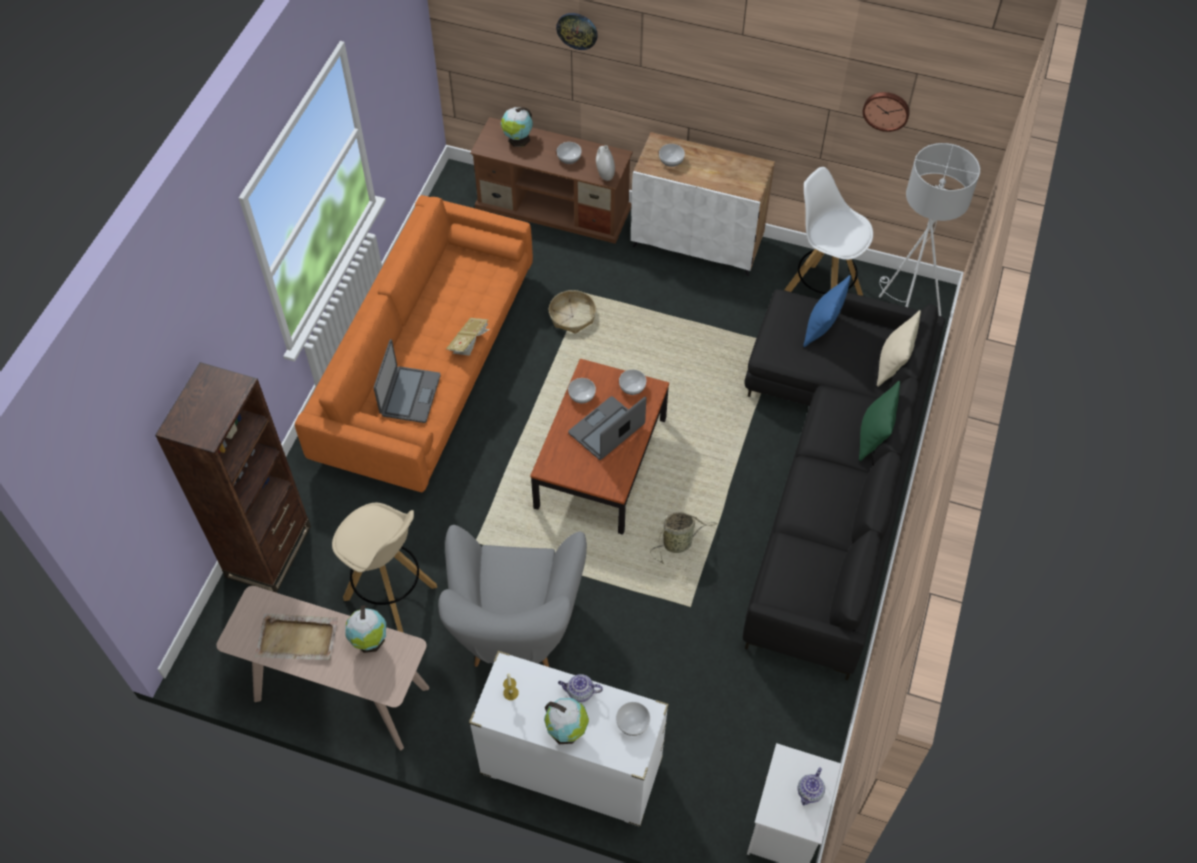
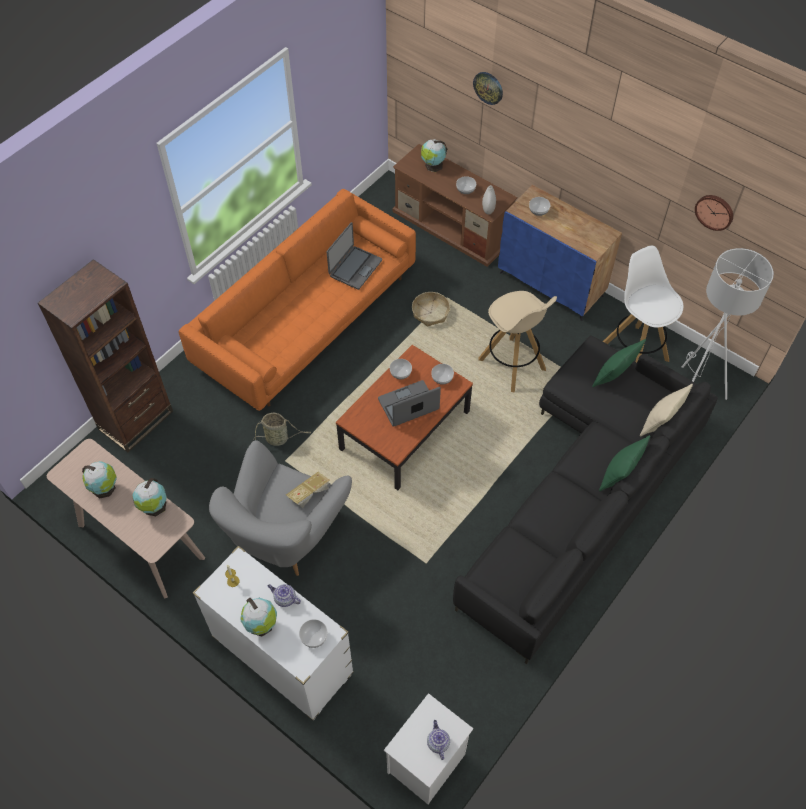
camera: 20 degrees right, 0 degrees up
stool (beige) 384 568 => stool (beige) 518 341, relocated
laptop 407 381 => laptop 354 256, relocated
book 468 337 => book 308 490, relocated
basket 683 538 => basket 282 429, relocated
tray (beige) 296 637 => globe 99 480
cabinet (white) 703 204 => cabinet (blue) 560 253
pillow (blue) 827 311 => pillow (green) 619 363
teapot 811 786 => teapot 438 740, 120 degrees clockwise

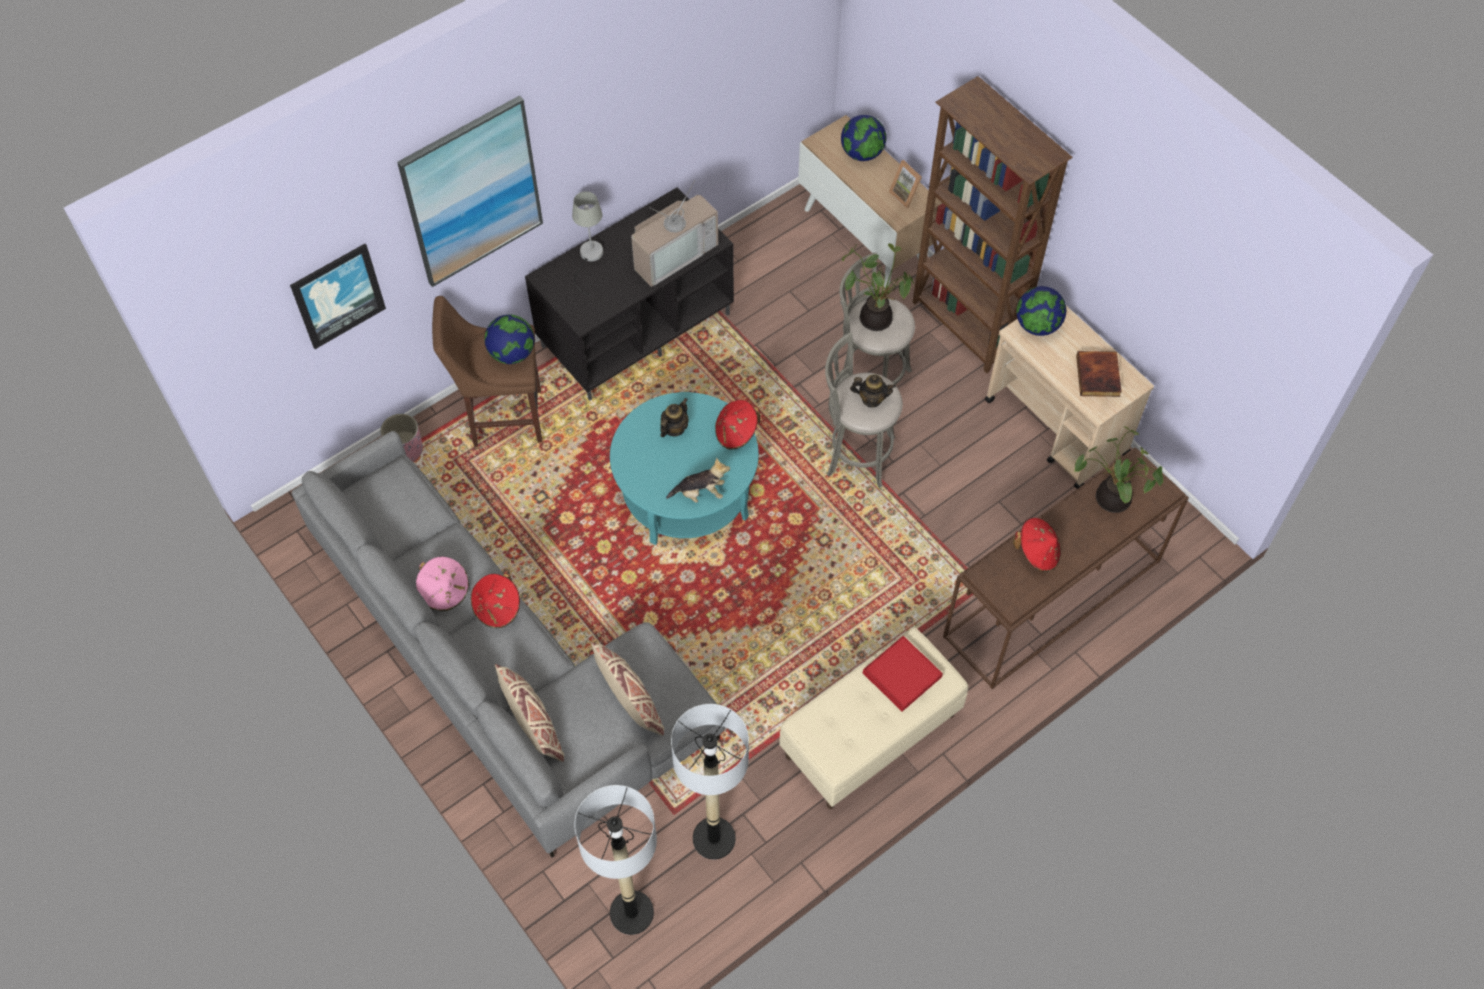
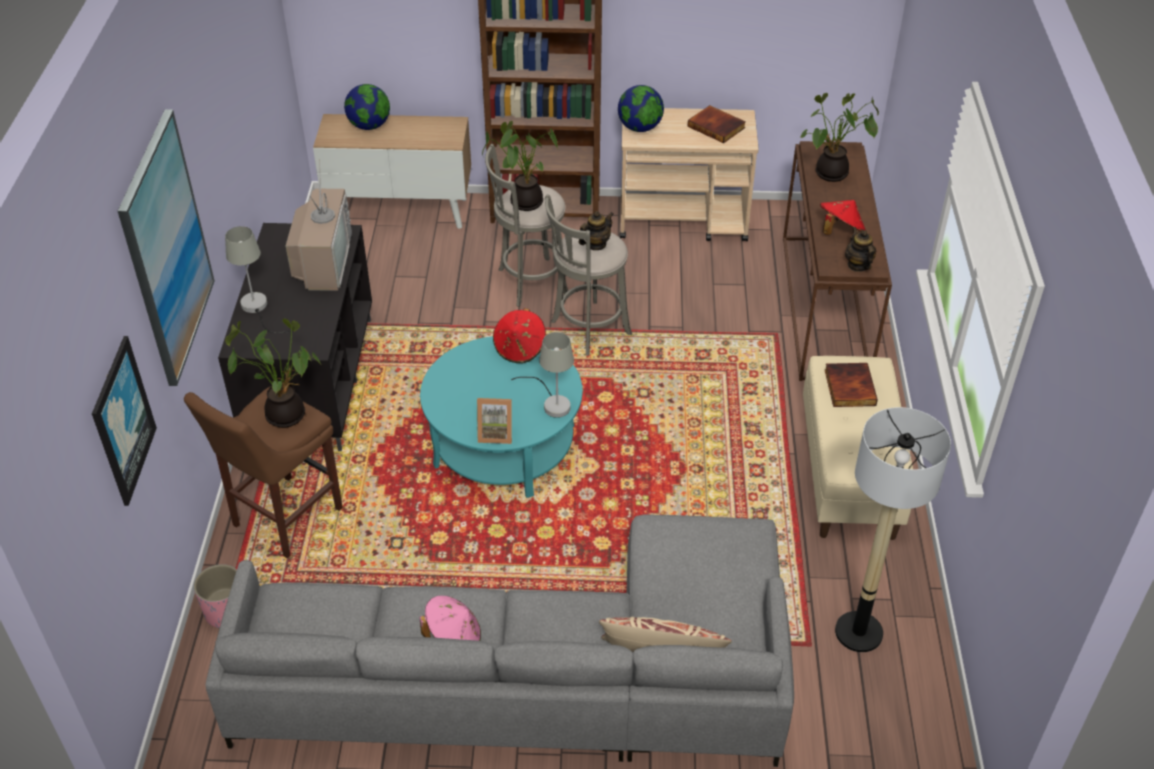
camera: 50 degrees left, 15 degrees down
hat (red) 495 600 => nothing
floor lamp 615 860 => nothing
pillow (beige) 627 689 => nothing
teapot 674 417 => teapot 860 249, relocated
picture frame 905 184 => picture frame 494 421, relocated
globe 509 339 => potted plant 273 373
plush toy 698 480 => table lamp (grey) 542 375
tray (red) 903 674 => book 851 385

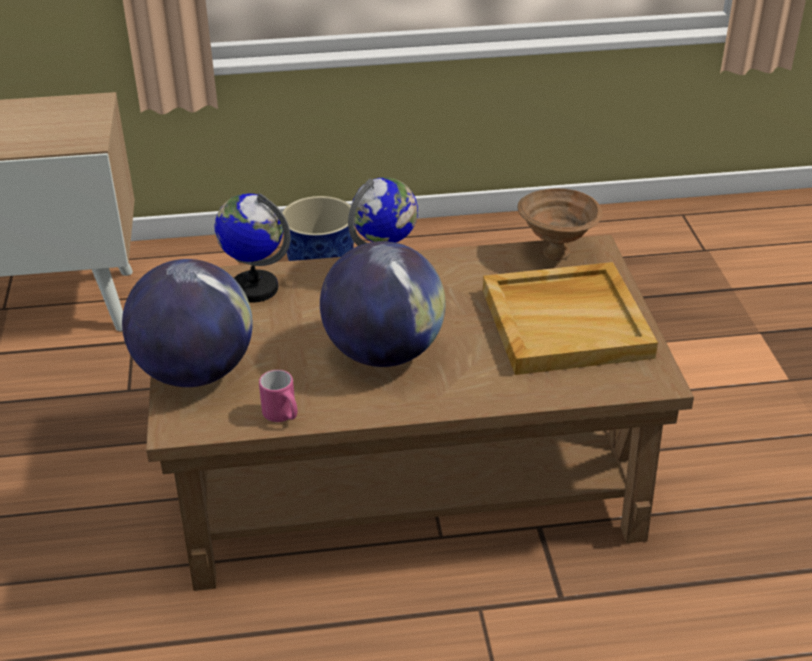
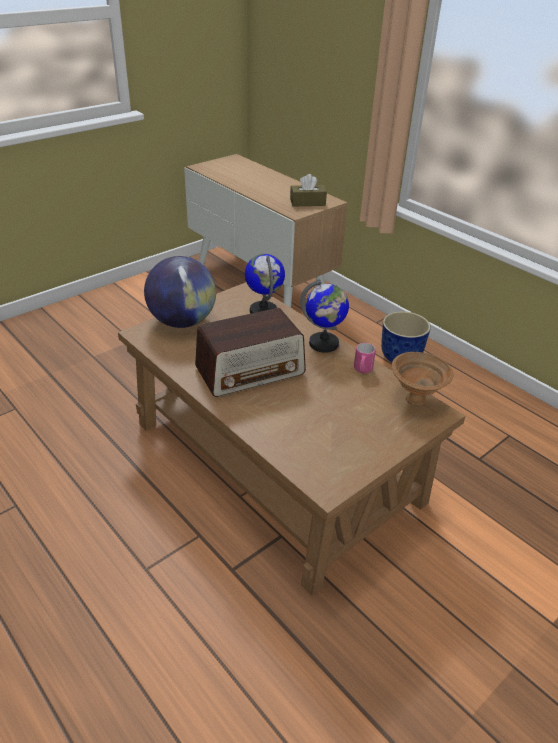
camera: 55 degrees right, 0 degrees up
tray (beige) 570 318 => nothing
nothing => tissue box (brown) 308 190
mug (pink) 278 396 => mug (pink) 365 358, relocated
globe 383 304 => radio 250 352

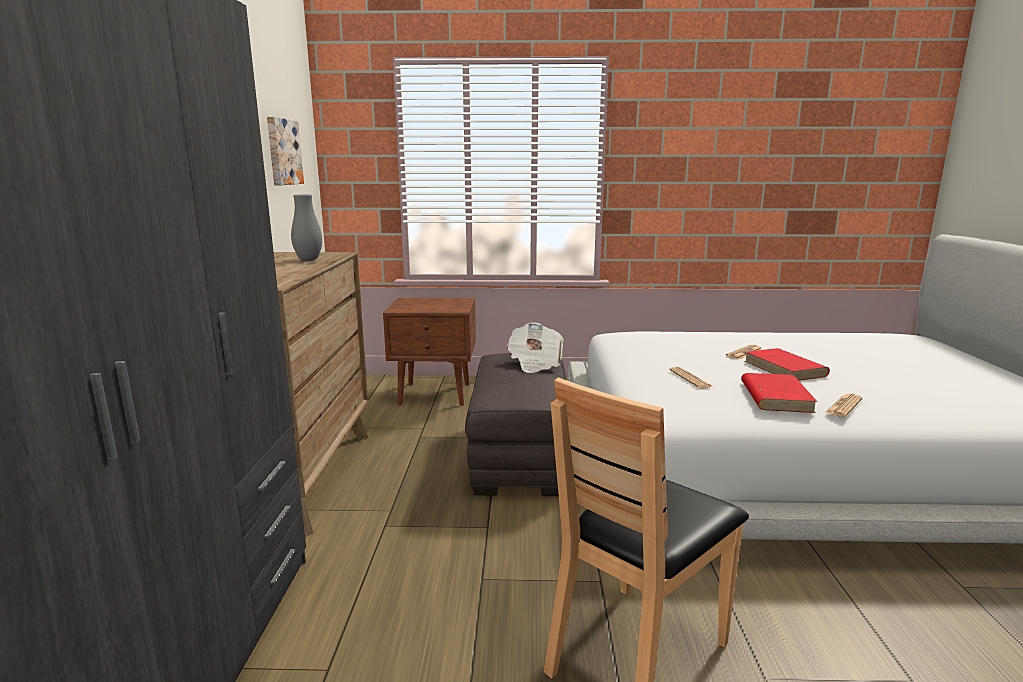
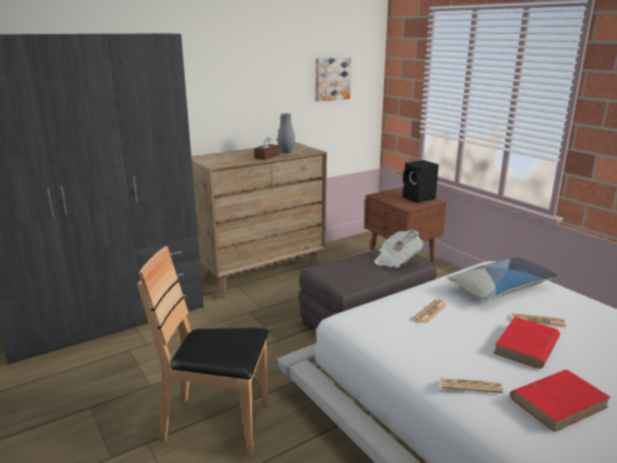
camera: 55 degrees right, 5 degrees up
nothing => tissue box (brown) 266 148
nothing => speaker (black) 421 181
nothing => pillow 503 278
book (red) 779 393 => book (red) 560 401, relocated

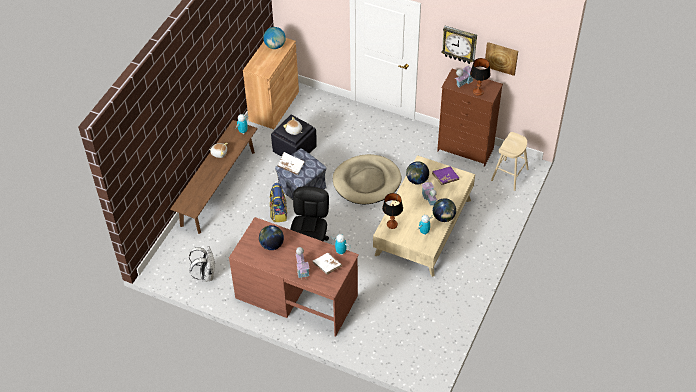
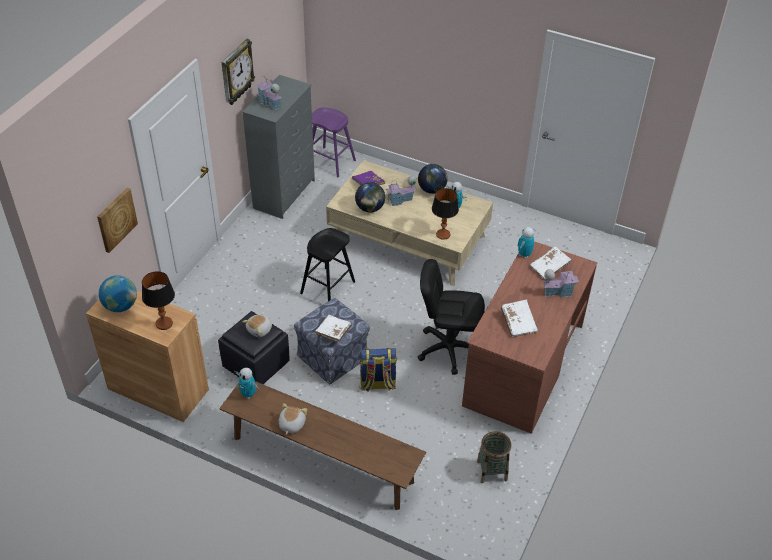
camera: 90 degrees left, 5 degrees down
table lamp 480 77 => table lamp 158 300, relocated
picture 501 59 => picture 117 220, relocated
backpack (white) 202 264 => basket 494 457
globe 271 237 => book (white) 519 318
dog bed (beige) 367 179 => stool (black) 327 264
dresser (brown) 470 118 => dresser (grey) 278 147
stool (beige) 510 161 => stool (purple) 334 142

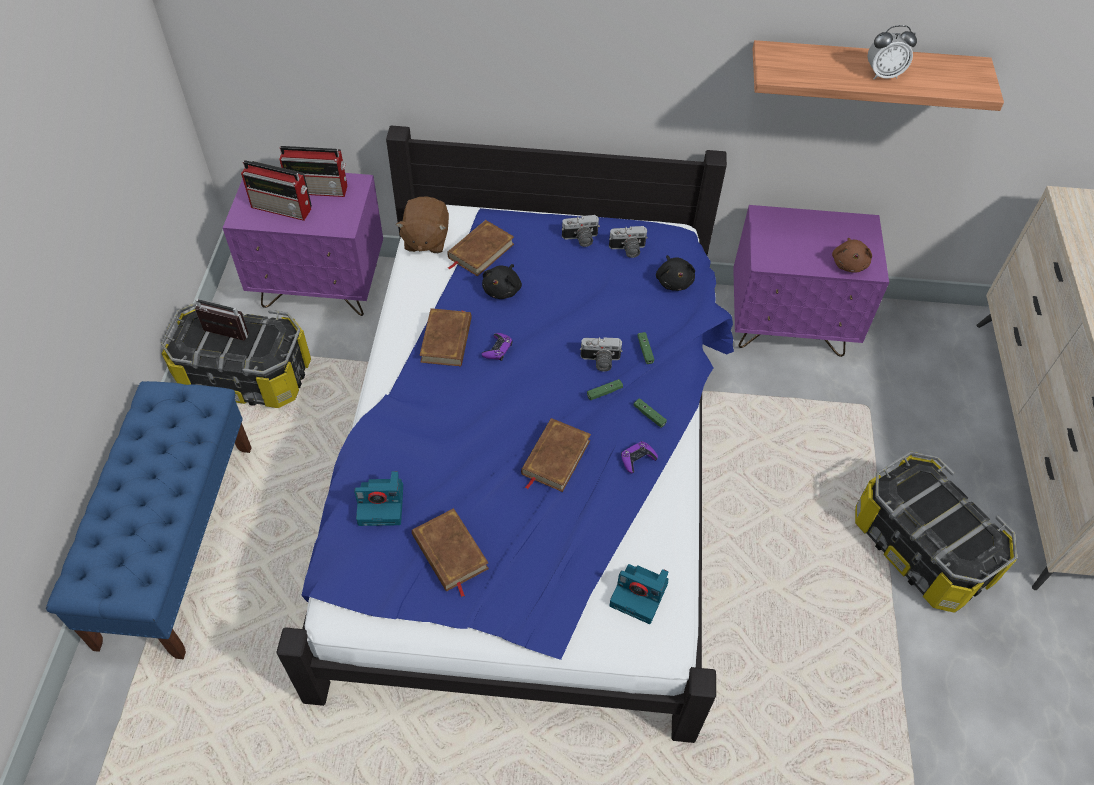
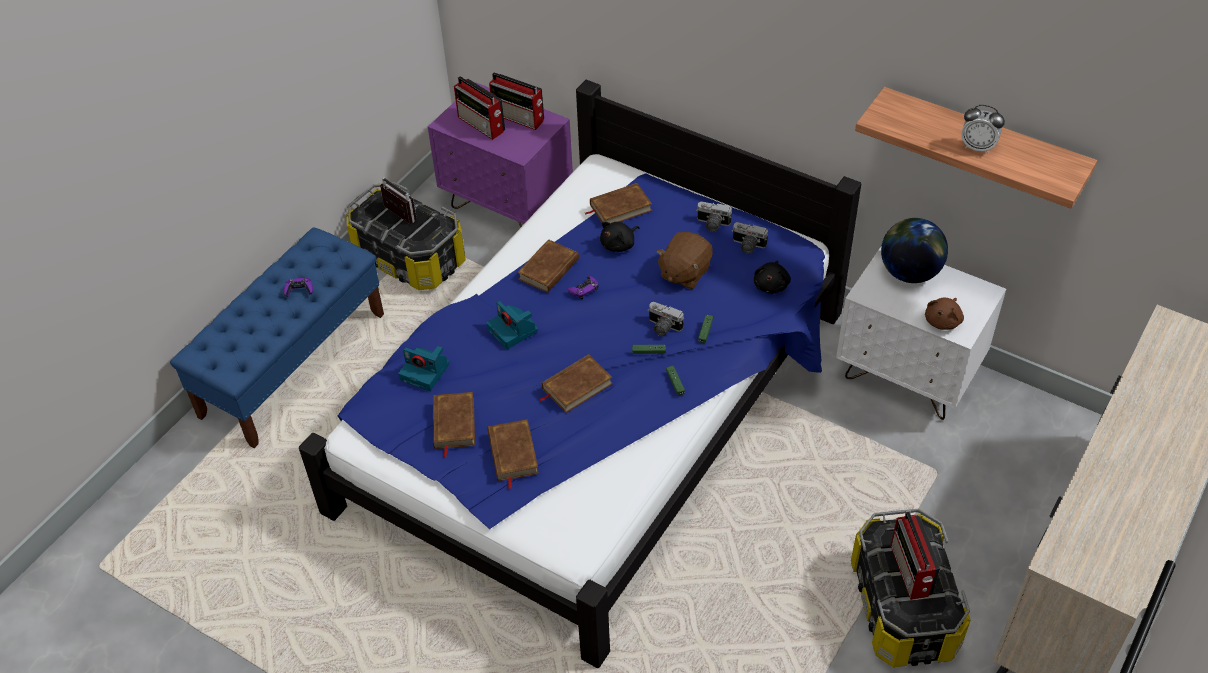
camera: 30 degrees right, 5 degrees down
nothing => book (brown) 513 454
nothing => globe 914 250
nothing => radio 915 555
plush toy (brown) 422 224 => plush toy (brown) 684 260, relocated
photo camera 639 594 => photo camera 512 325, relocated
game controller (purple) 639 457 => game controller (purple) 298 287, relocated
nightstand (purple) 811 281 => nightstand (white) 921 333

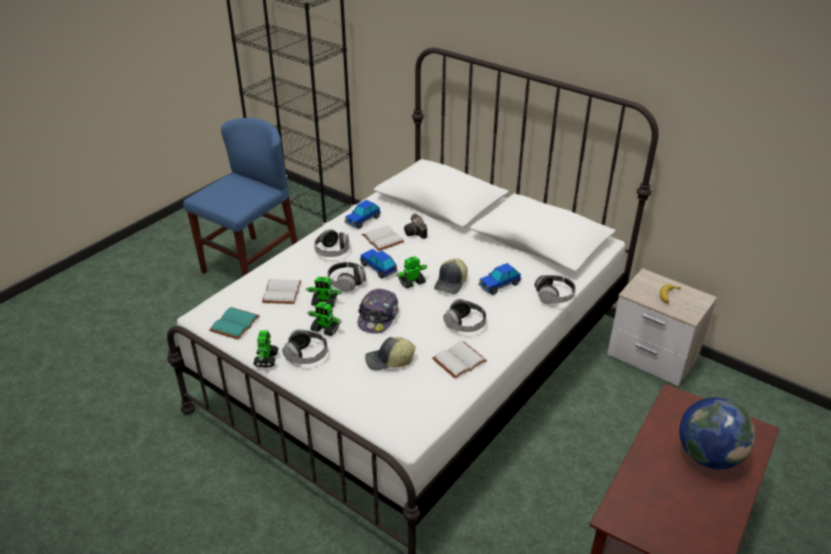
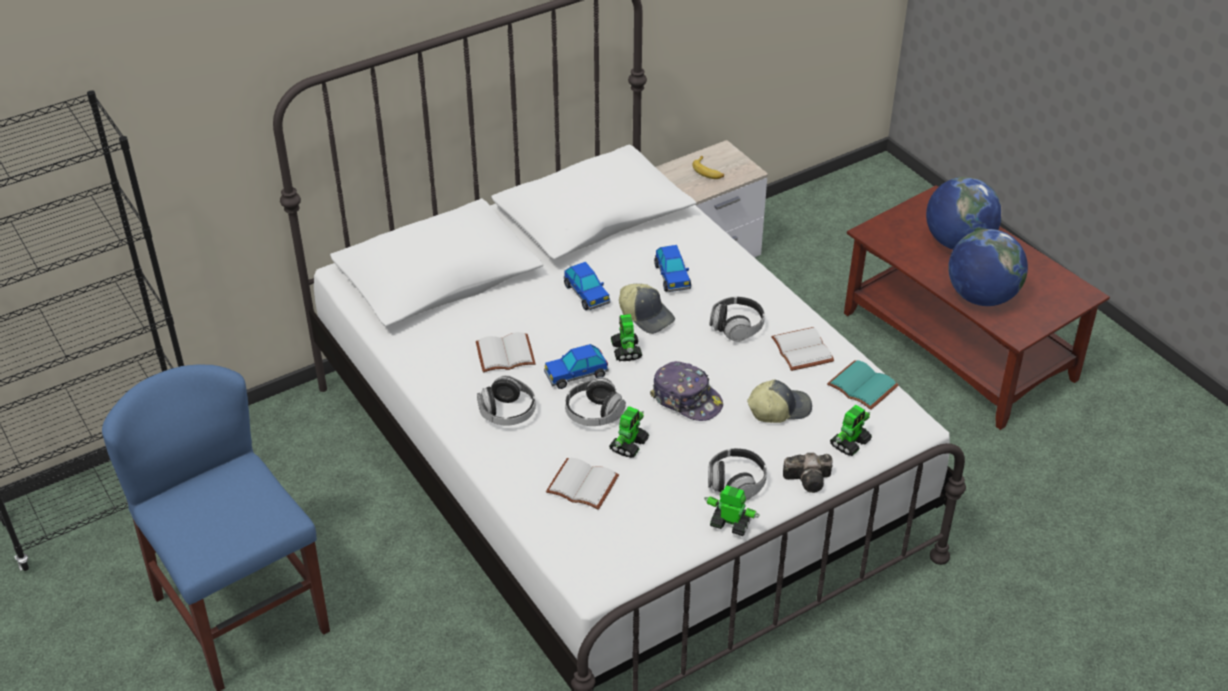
camera: 70 degrees left, 5 degrees up
headphones 555 289 => nothing
nothing => globe 988 267
book (turquoise) 234 323 => book (turquoise) 863 385, relocated
toy robot 325 319 => toy robot 851 430, relocated
toy car 363 214 => toy car 587 286, relocated
photo camera 415 226 => photo camera 808 473, relocated
cap 390 353 => cap 779 401, 120 degrees counterclockwise

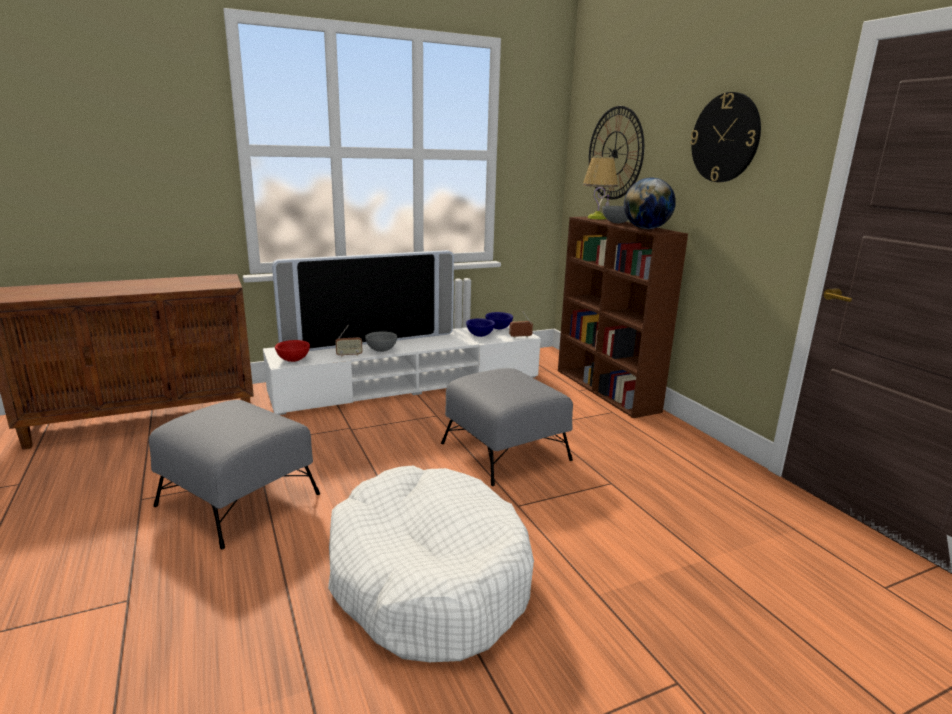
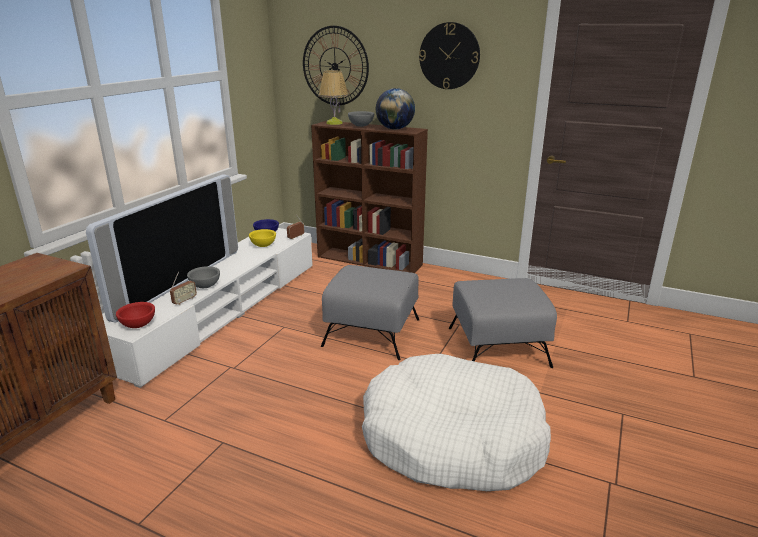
camera: 40 degrees left, 5 degrees up
ottoman (grey) 234 475 => ottoman (grey) 502 323, relocated
bowl (blue) 480 327 => bowl (yellow) 262 238

